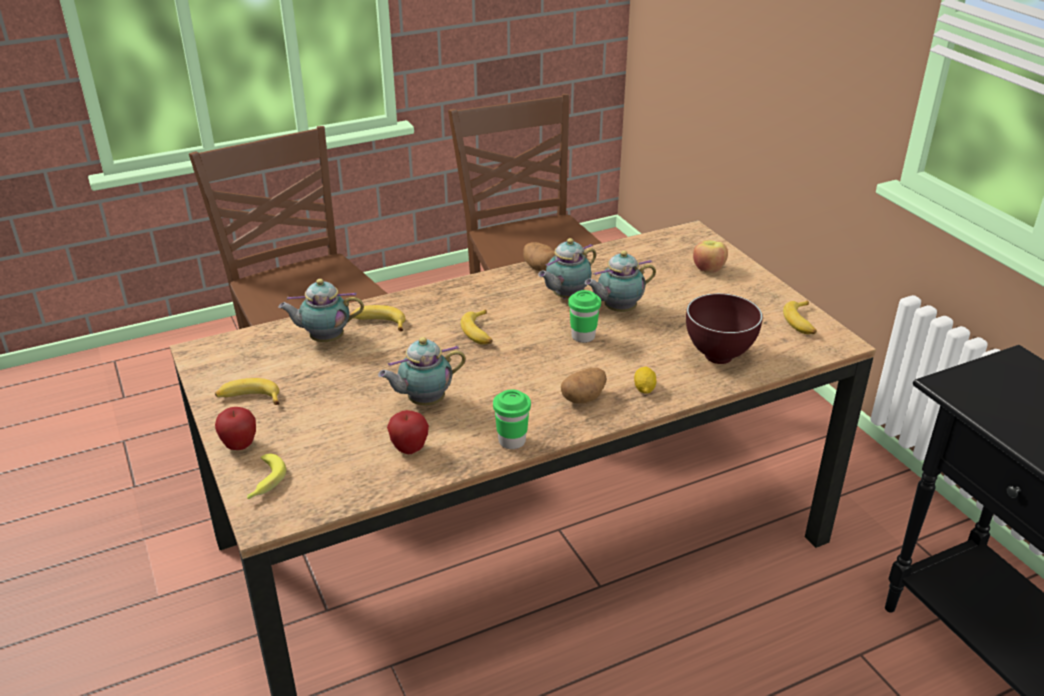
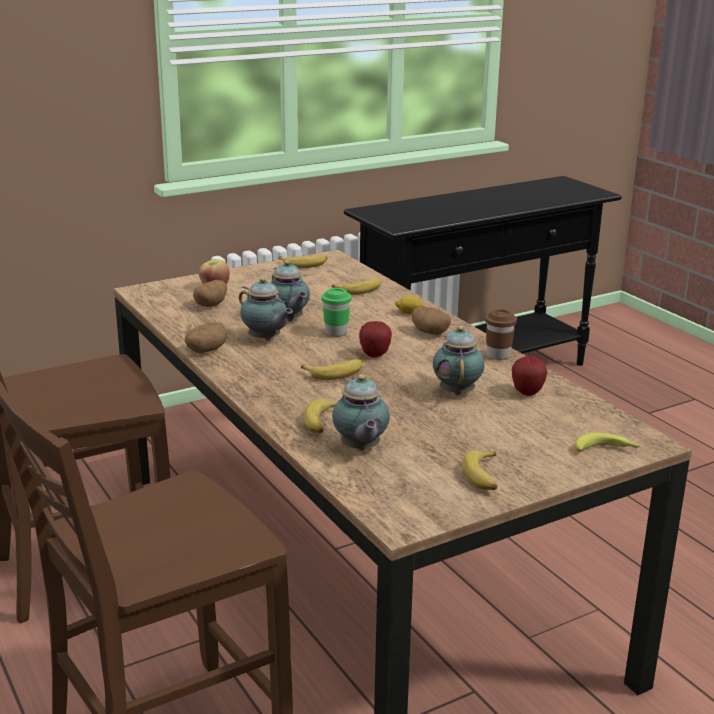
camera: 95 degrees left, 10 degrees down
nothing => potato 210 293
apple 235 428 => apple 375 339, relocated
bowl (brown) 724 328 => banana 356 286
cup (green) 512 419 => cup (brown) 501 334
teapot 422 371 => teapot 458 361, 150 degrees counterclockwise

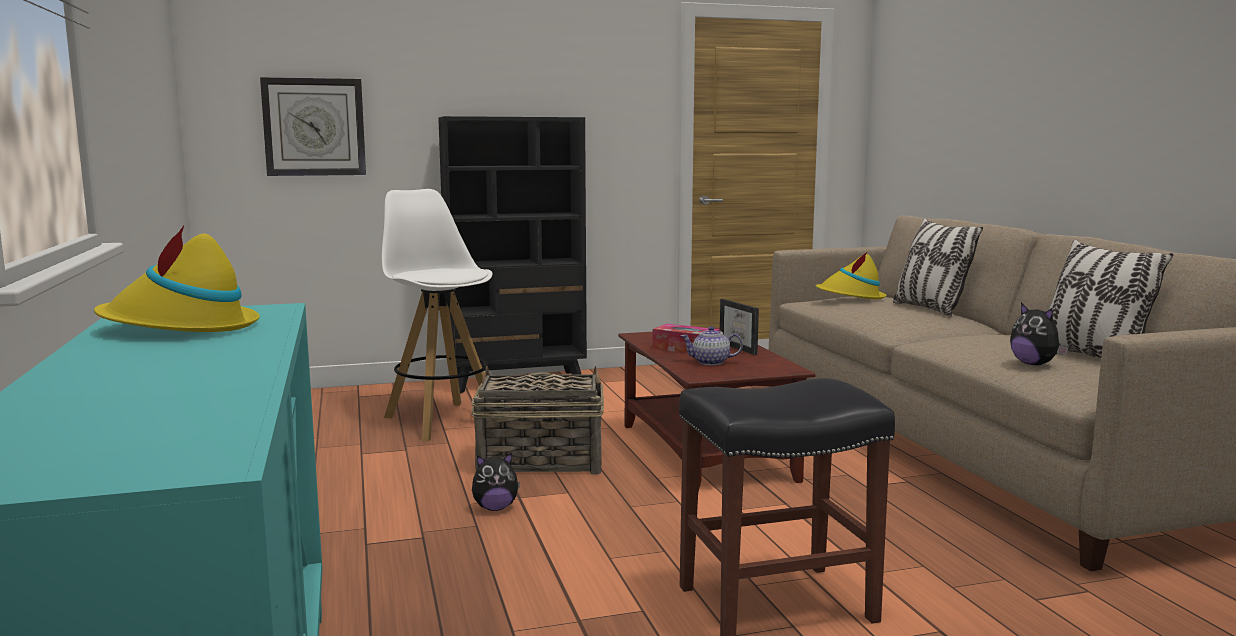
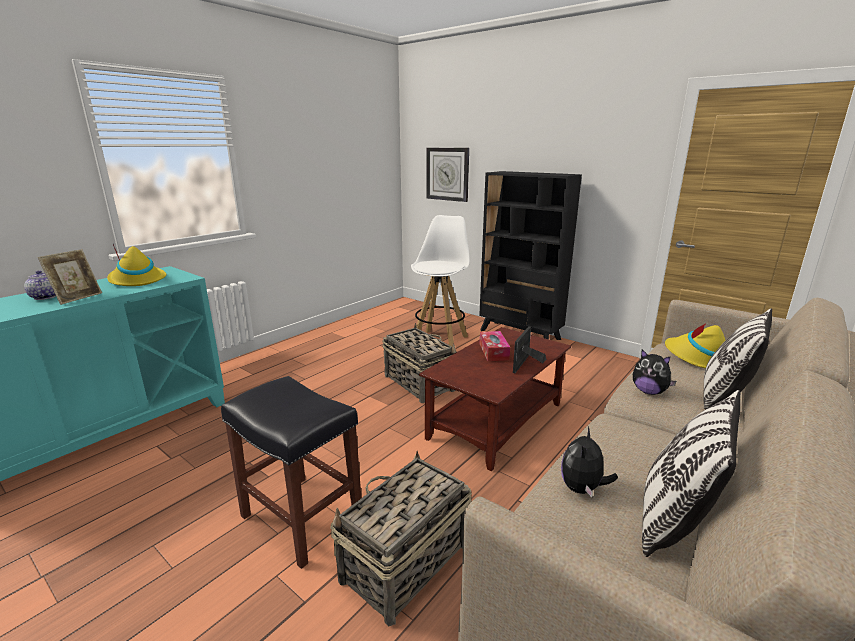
camera: 55 degrees right, 10 degrees up
nothing => picture frame 70 277
nothing => basket 401 539
plush toy 496 481 => plush toy 654 372, relocated
teapot 712 345 => teapot 40 285, relocated

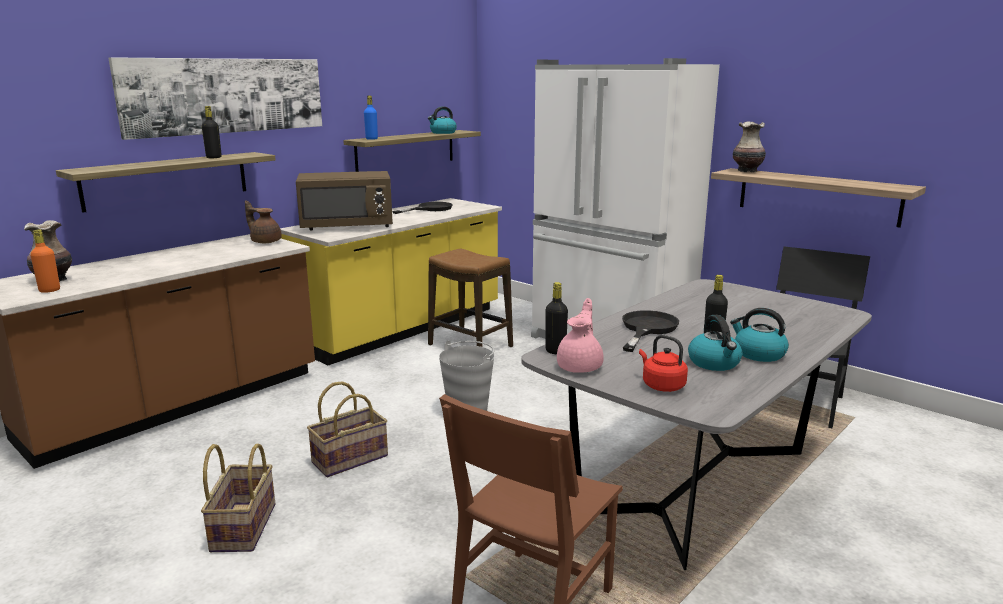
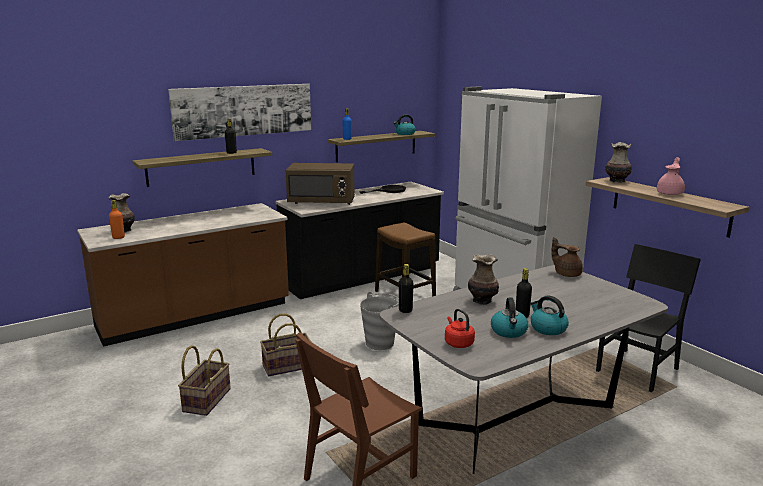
camera: 15 degrees right, 0 degrees up
teapot (brown) 263 221 => teapot (brown) 567 257, relocated
teapot (pink) 580 335 => teapot (pink) 671 176, relocated
frying pan (black) 650 331 => vase 483 279
counter (yellow) 391 281 => counter (black) 359 240

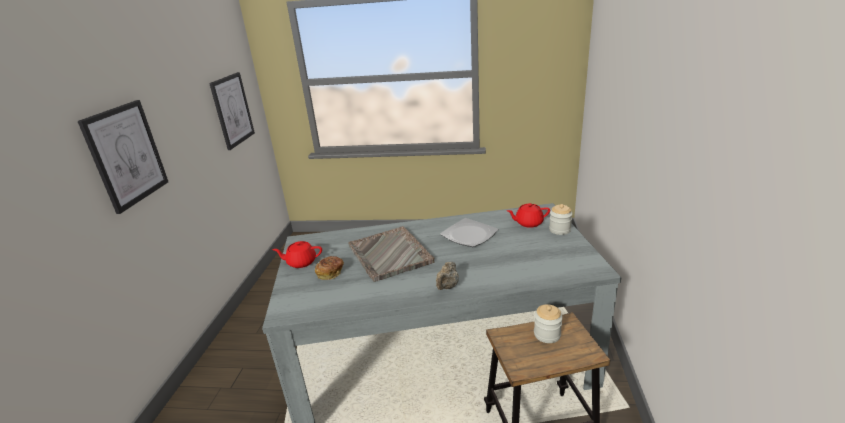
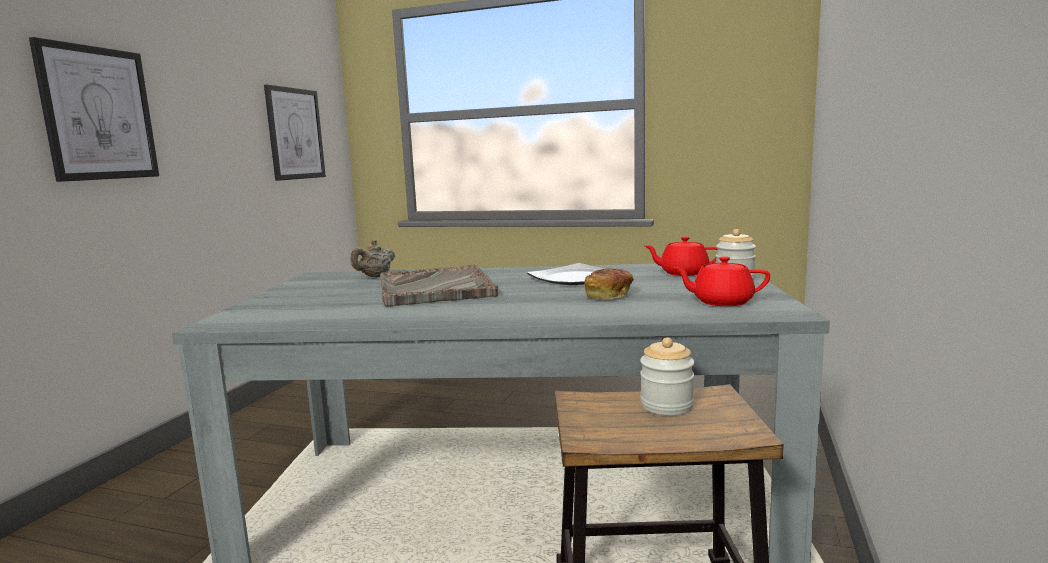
camera: 10 degrees right, 15 degrees down
teapot (red) 297 254 => teapot (red) 721 281, relocated
bread 329 268 => bread 609 283, relocated
teapot (beige) 447 276 => teapot (beige) 372 258, relocated

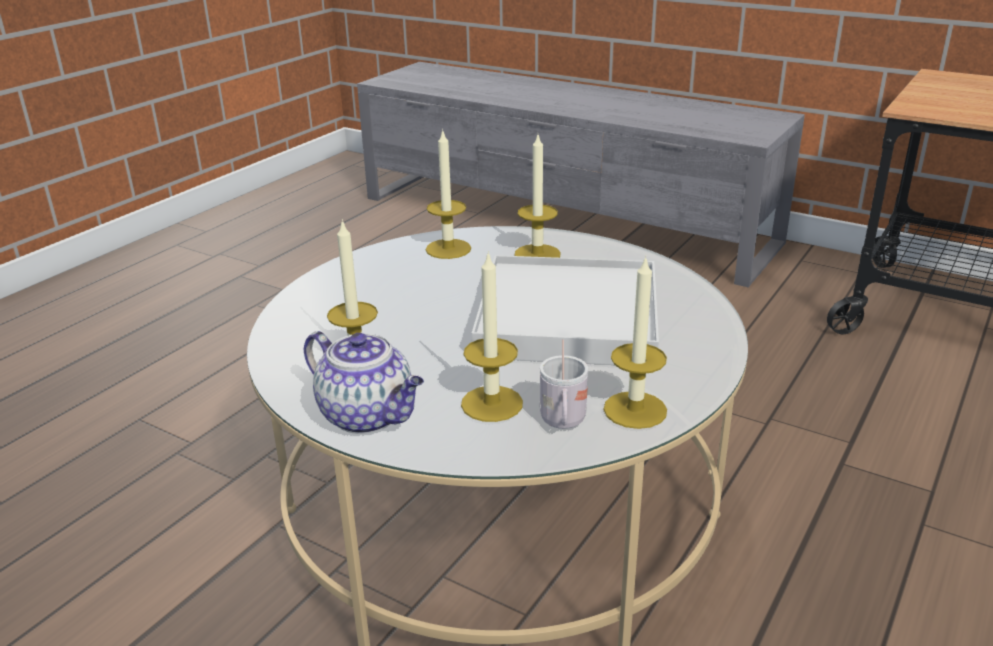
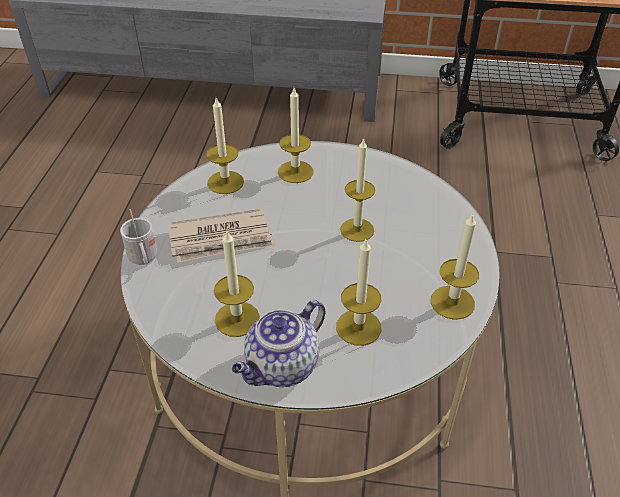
camera: 25 degrees left, 15 degrees up
nothing => newspaper 221 235
mug (white) 563 384 => mug (white) 138 237, relocated
tray (white) 565 310 => candle 357 190
teapot 364 382 => teapot 278 343, 120 degrees clockwise

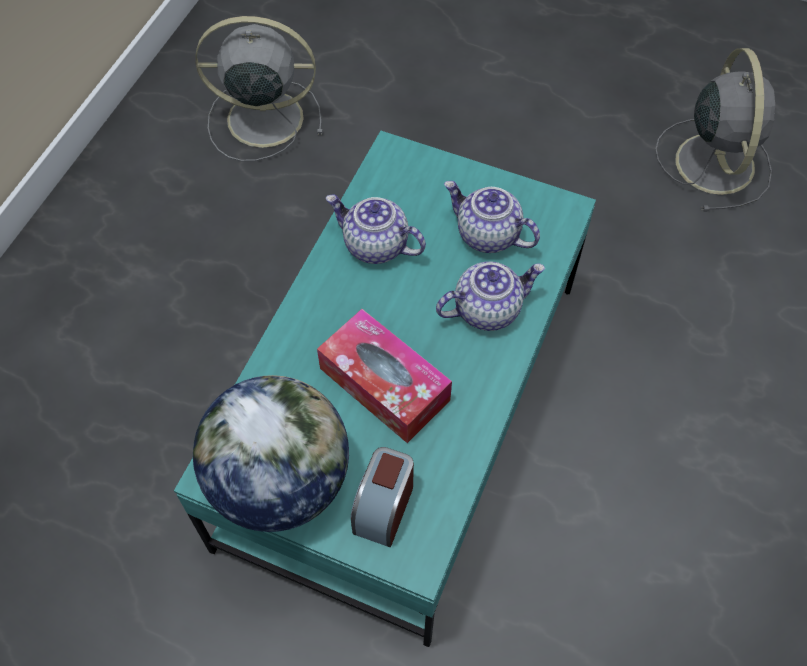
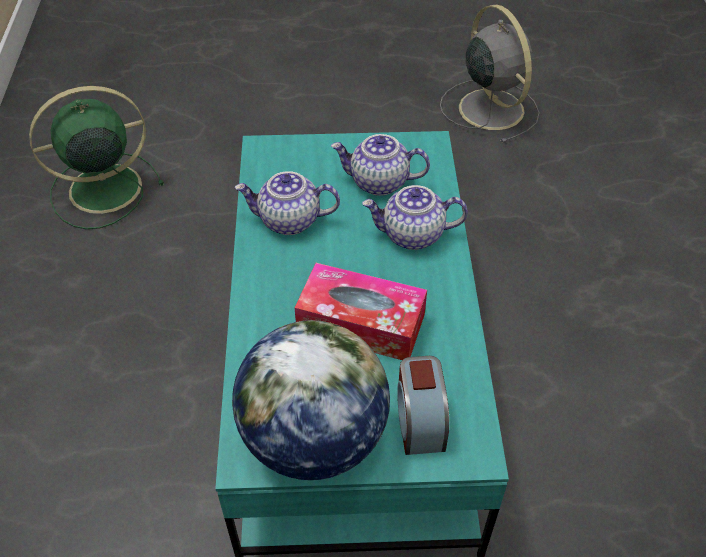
camera: 25 degrees left, 10 degrees down
fan (grey) 259 88 => fan (green) 96 157
teapot 490 296 => teapot 415 217, 135 degrees counterclockwise

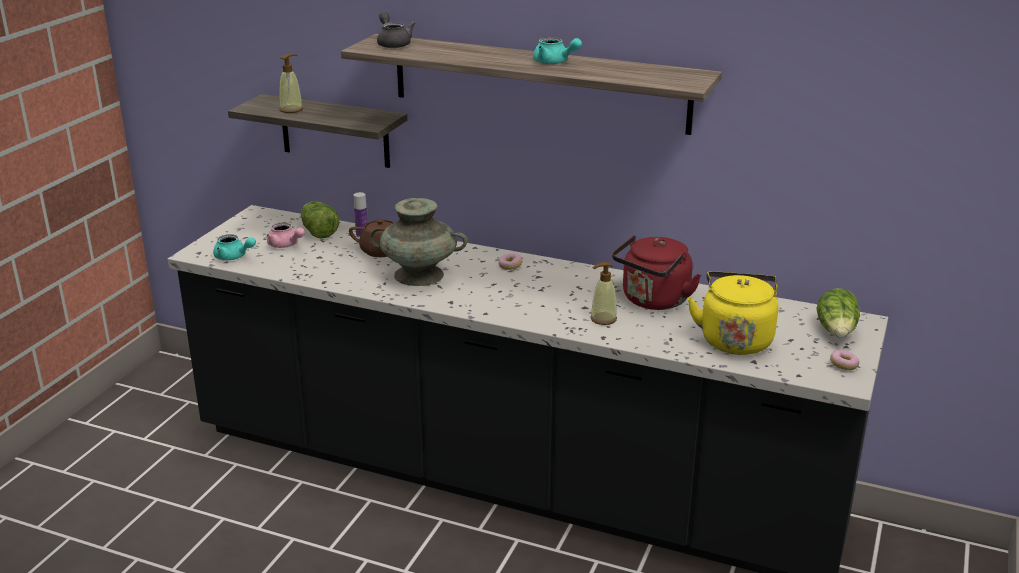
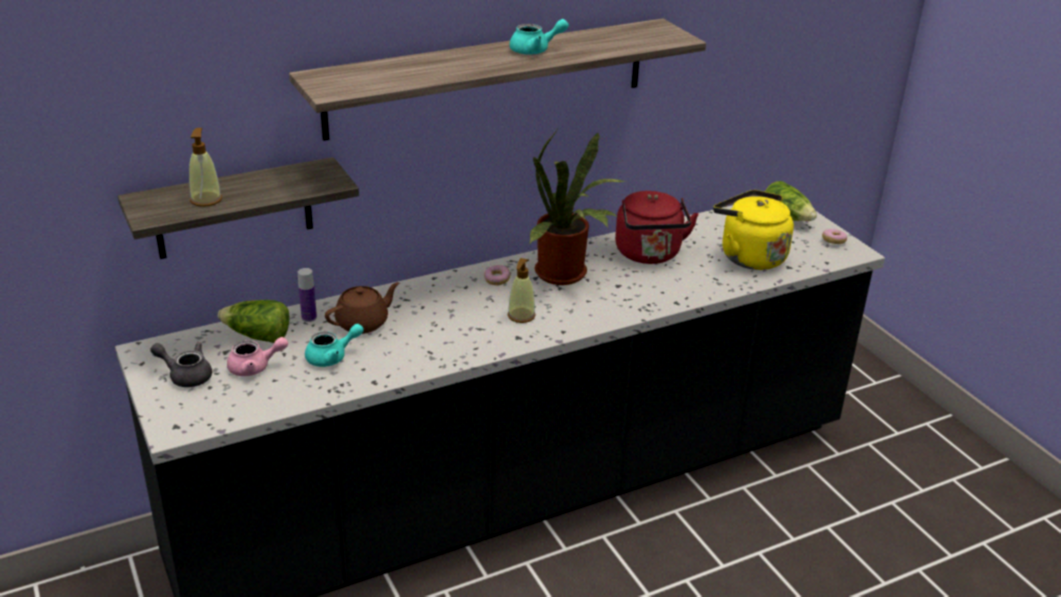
camera: 50 degrees left, 5 degrees up
vase (turquoise) 418 242 => nothing
nothing => potted plant 577 207
teapot (turquoise) 234 247 => teapot (turquoise) 334 345, relocated
teapot (grey) 396 30 => teapot (grey) 181 364, relocated
soap dispenser 603 293 => soap dispenser 521 290, relocated

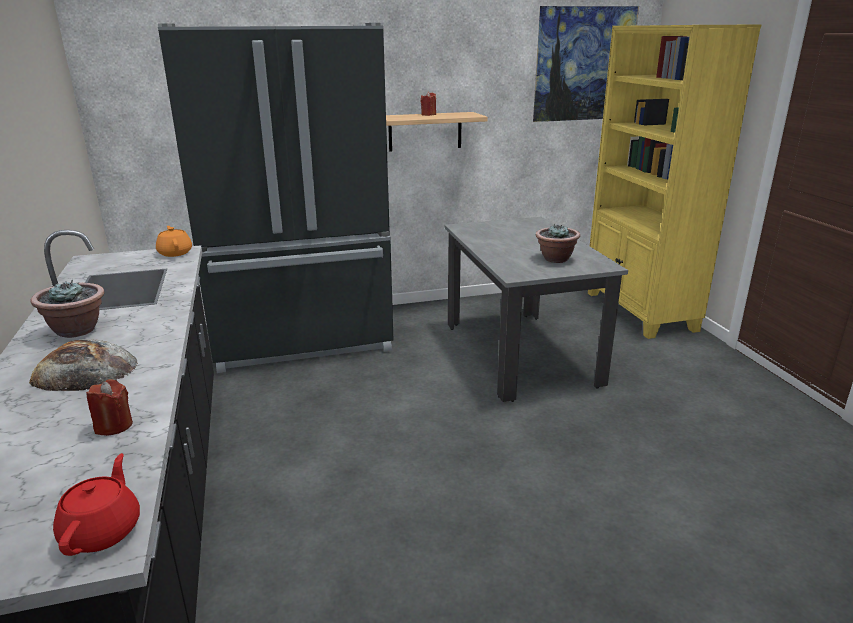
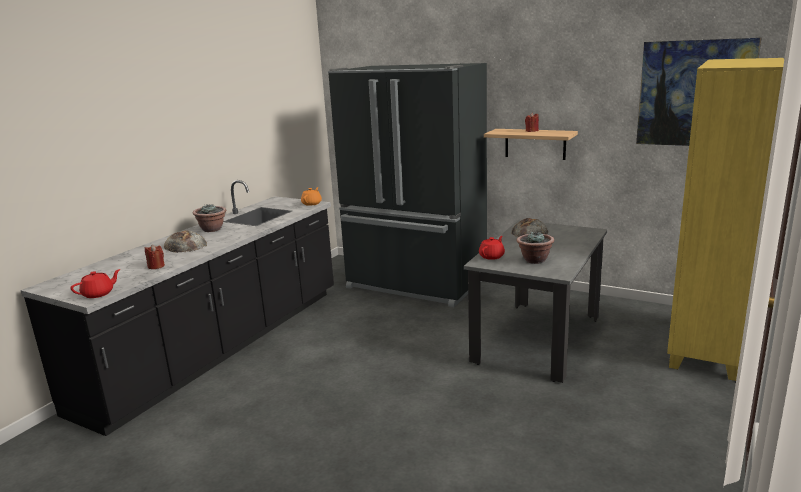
camera: 45 degrees right, 5 degrees down
nothing => teapot (red) 492 248
nothing => bread 529 227

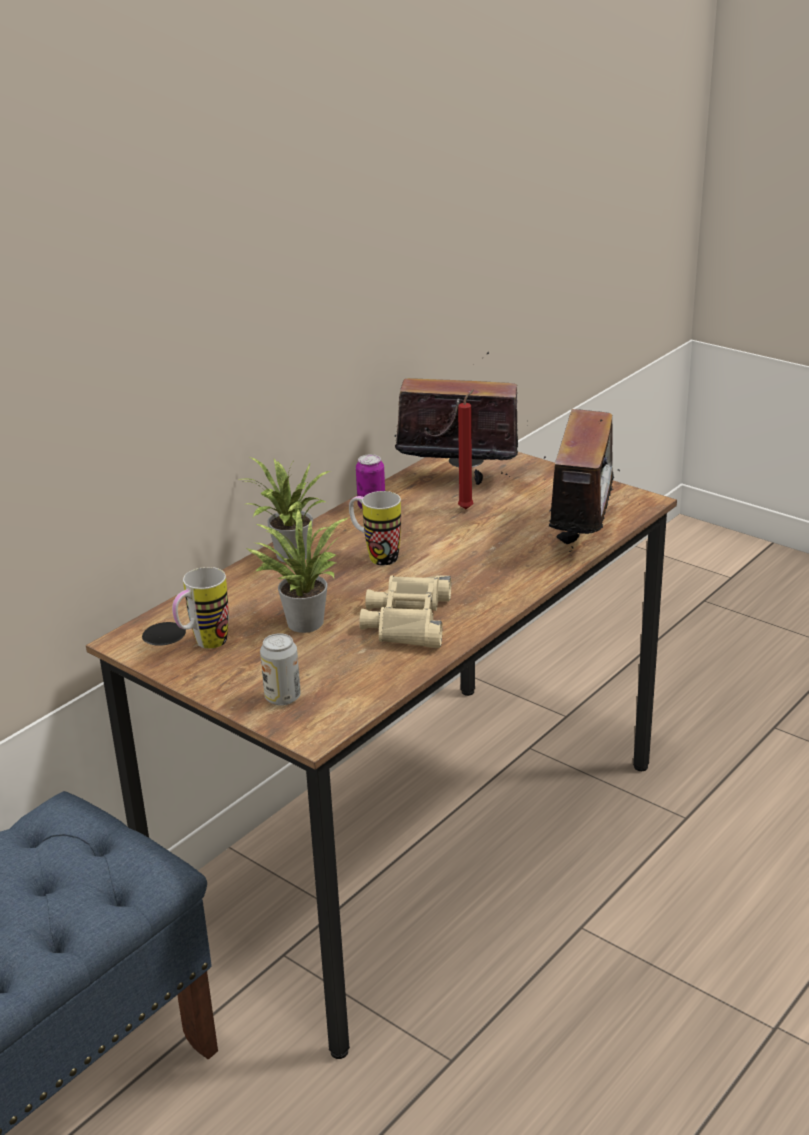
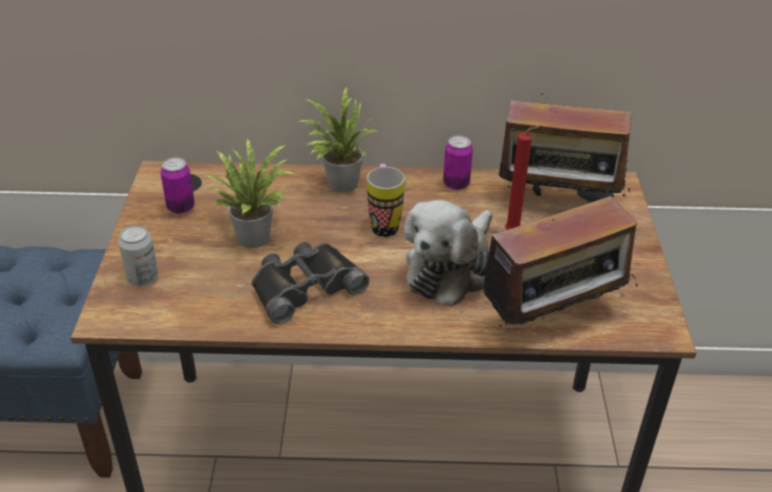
camera: 50 degrees right, 10 degrees up
nothing => plush toy 448 253
mug 200 608 => can 177 186
binoculars (beige) 405 611 => binoculars (black) 310 283
radio 461 418 => radio 565 139, 135 degrees clockwise

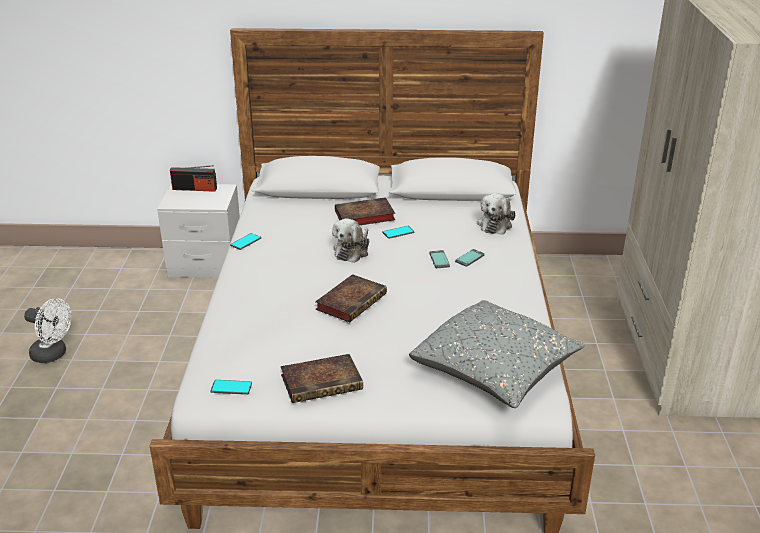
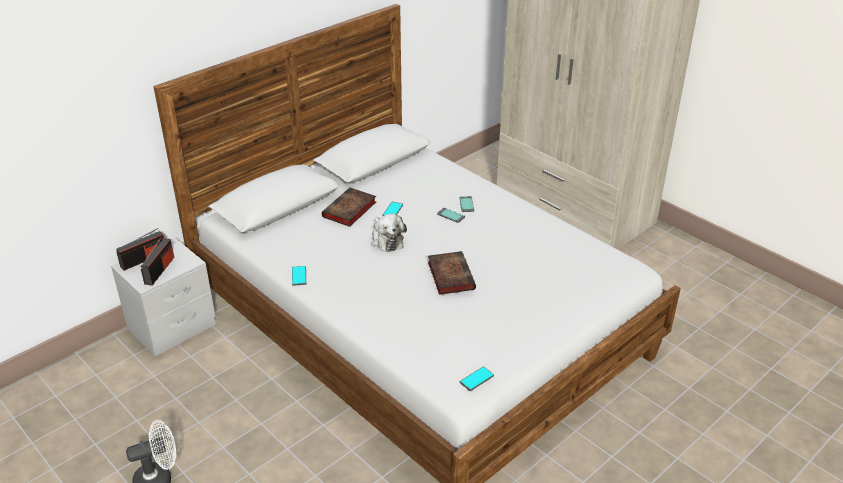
camera: 45 degrees left, 5 degrees up
book 322 378 => nothing
pillow (grey) 497 354 => nothing
plush toy 496 214 => nothing
nothing => radio 157 260

